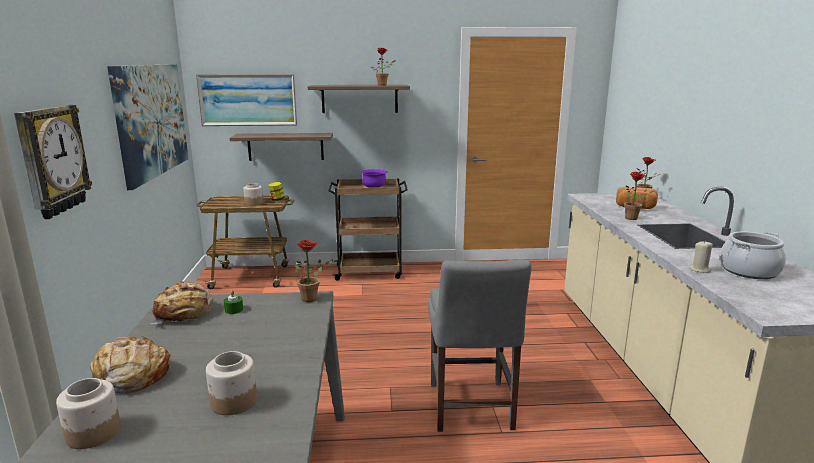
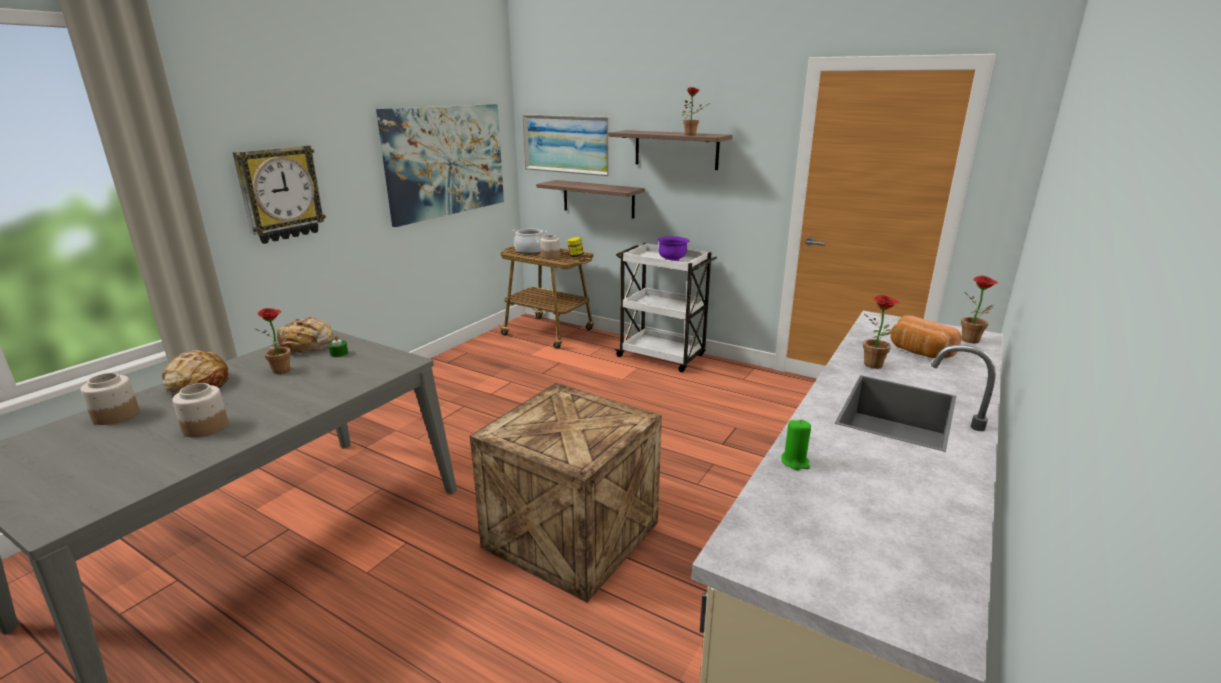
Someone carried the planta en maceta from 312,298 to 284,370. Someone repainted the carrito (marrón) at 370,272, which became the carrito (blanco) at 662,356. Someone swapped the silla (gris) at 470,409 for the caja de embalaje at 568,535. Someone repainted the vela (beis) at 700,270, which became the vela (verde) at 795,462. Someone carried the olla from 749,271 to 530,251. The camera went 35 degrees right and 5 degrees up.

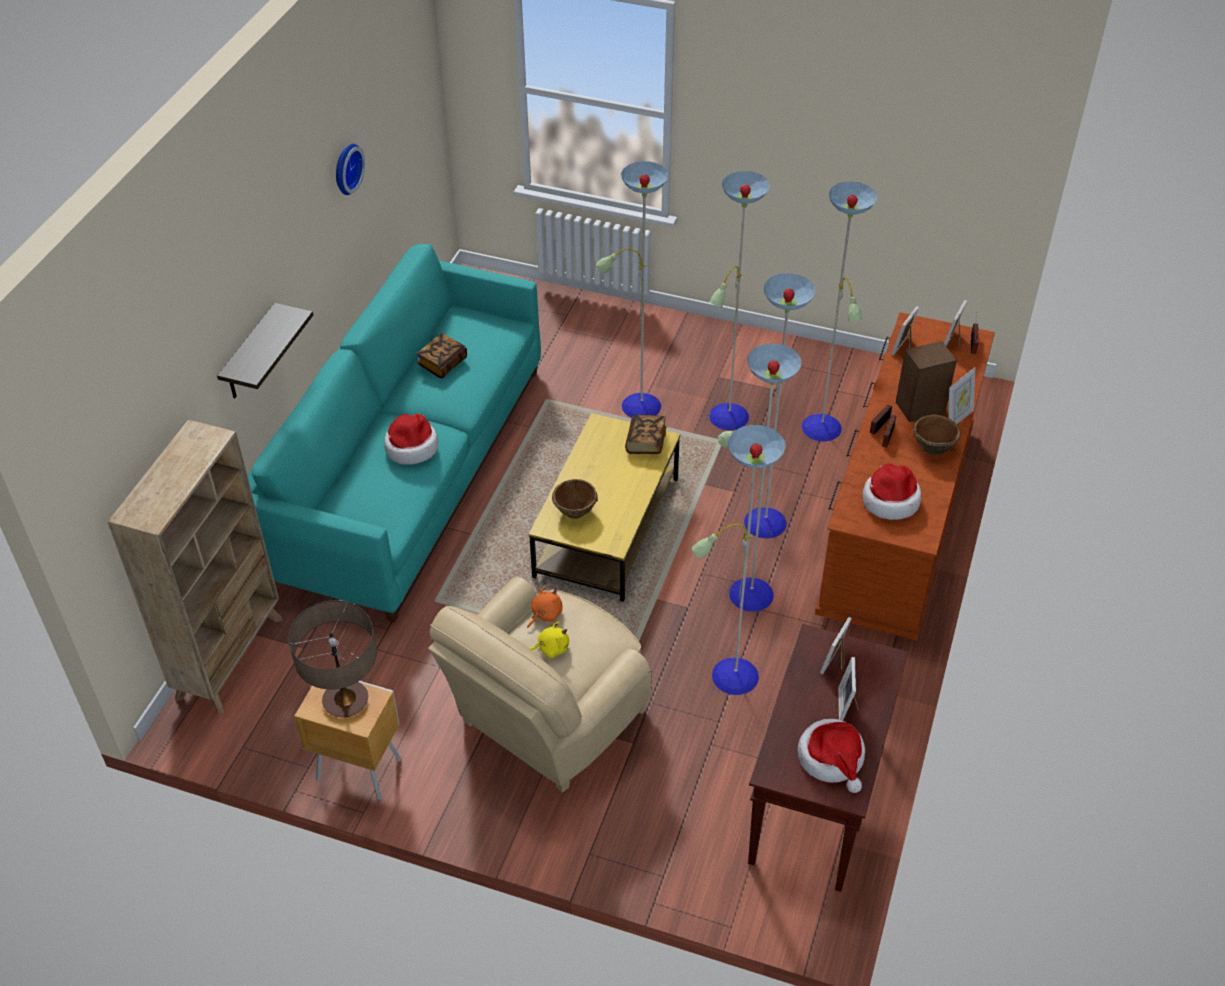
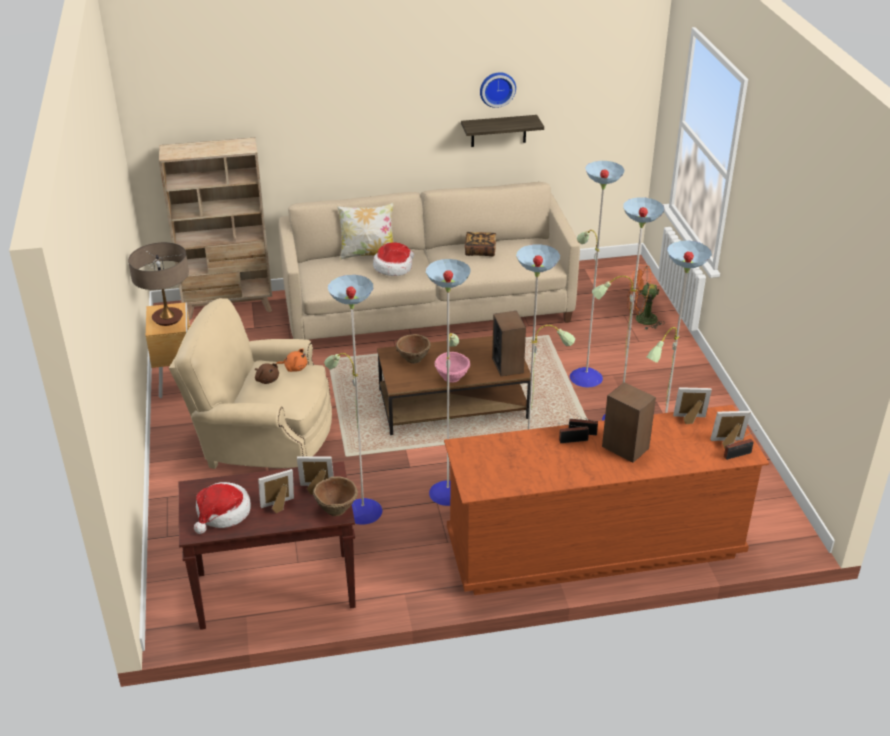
Someone carried the estante from 250,354 to 498,131. Someone repainted the sofá (turquesa) at 408,471, which became the sofá (beis) at 428,308. Someone repainted the mesa de centro (amarillo) at 607,526, which became the mesa de centro (marrón) at 454,404. Someone repainted the peluche (amarillo) at 551,648, which became the peluche (marrón) at 267,379. Someone swapped the libro at 645,442 for the altavoz at 508,365. Someone took away the sombrero at 889,500. Someone carried the cuenco (marrón) from 933,447 to 336,508. Someone took away the portarretratos at 957,418. Someone put down the cojín at 368,254. Someone put down the cuenco (rosa) at 452,377. Someone put down the ventilador (naranja) at 641,319. The camera went 60 degrees right and 10 degrees down.

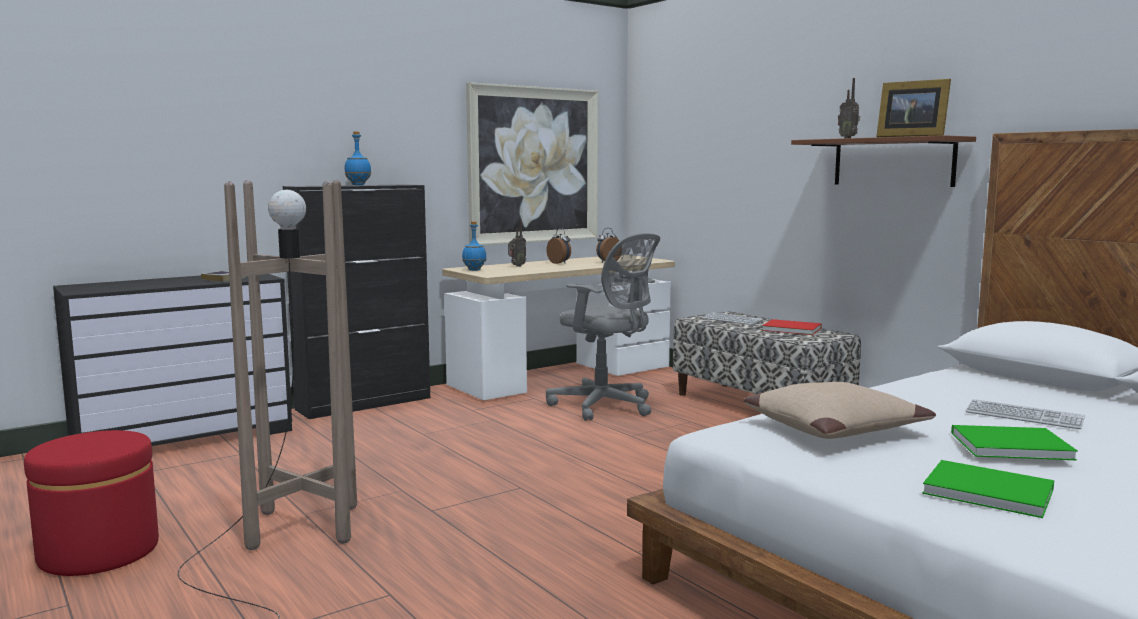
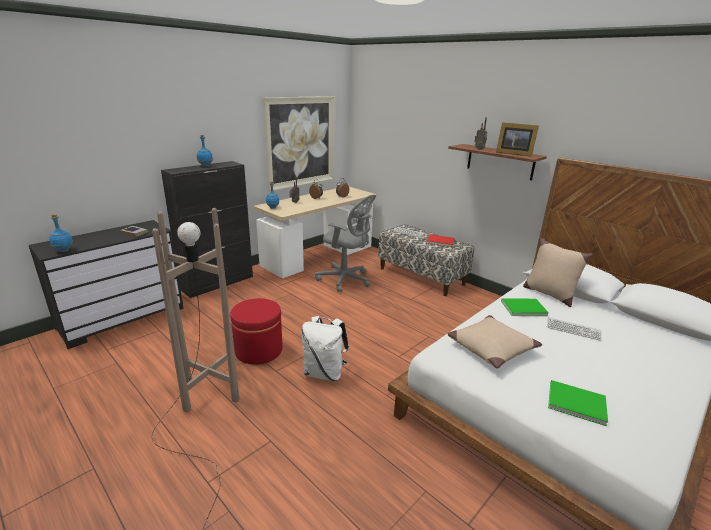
Someone carried the puf (rojo) from 99,552 to 258,350. Someone carried the libro (verde) from 1006,445 to 522,308. Someone put down the botella (azul) at 64,251. Someone put down the mochila (blanco) at 324,373. Someone put down the cojín (beis) at 549,294. The camera went 10 degrees left and 15 degrees up.

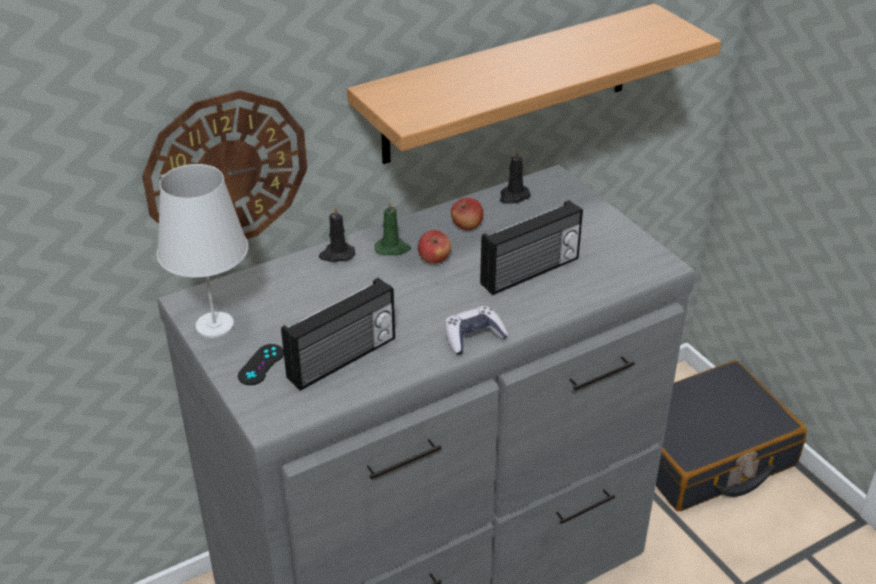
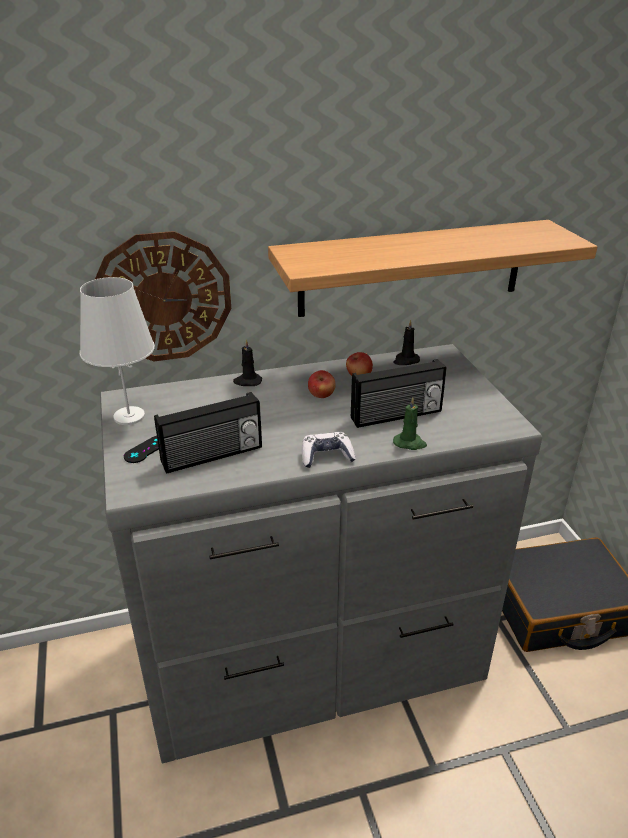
Someone carried the vela (verde) from 392,248 to 410,443. The camera went 15 degrees right and 5 degrees down.

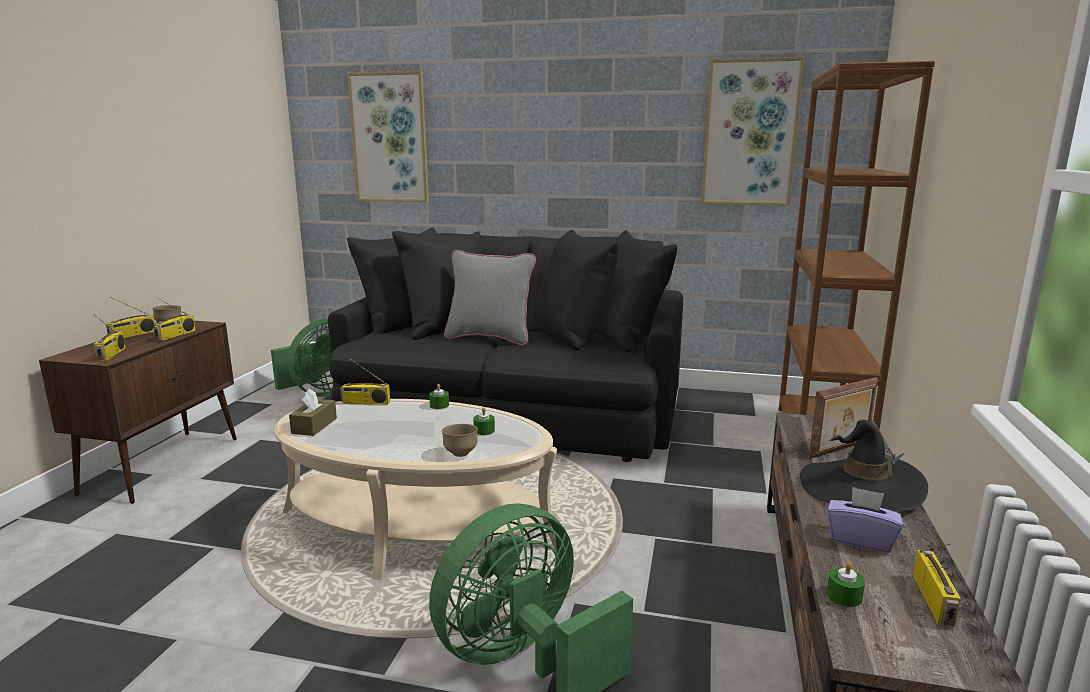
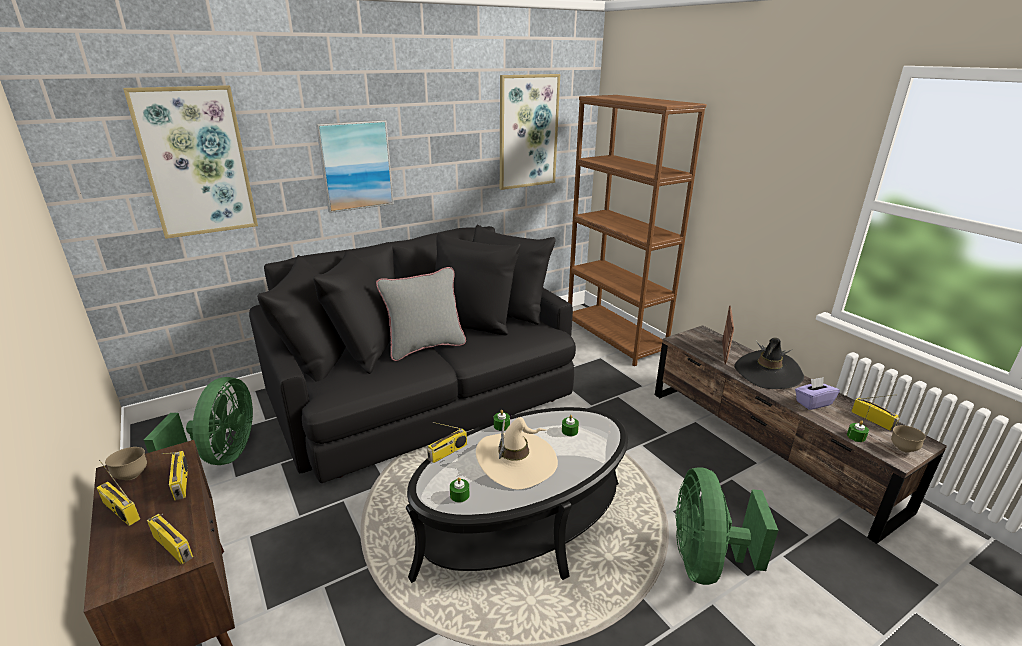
Someone rotated the radio at 132,335 by 135 degrees clockwise. Someone repainted the mesa de centro (beis) at 416,529, which became the mesa de centro (negro) at 523,526. Someone swapped the caja de pañuelos (marrón) at 314,426 for the vela (verde) at 459,495. Someone carried the cuenco (marrón) from 460,454 to 902,449. Someone put up the cuadro at 356,165. Someone put down the sombrero (beis) at 516,461. The camera went 45 degrees left and 10 degrees up.

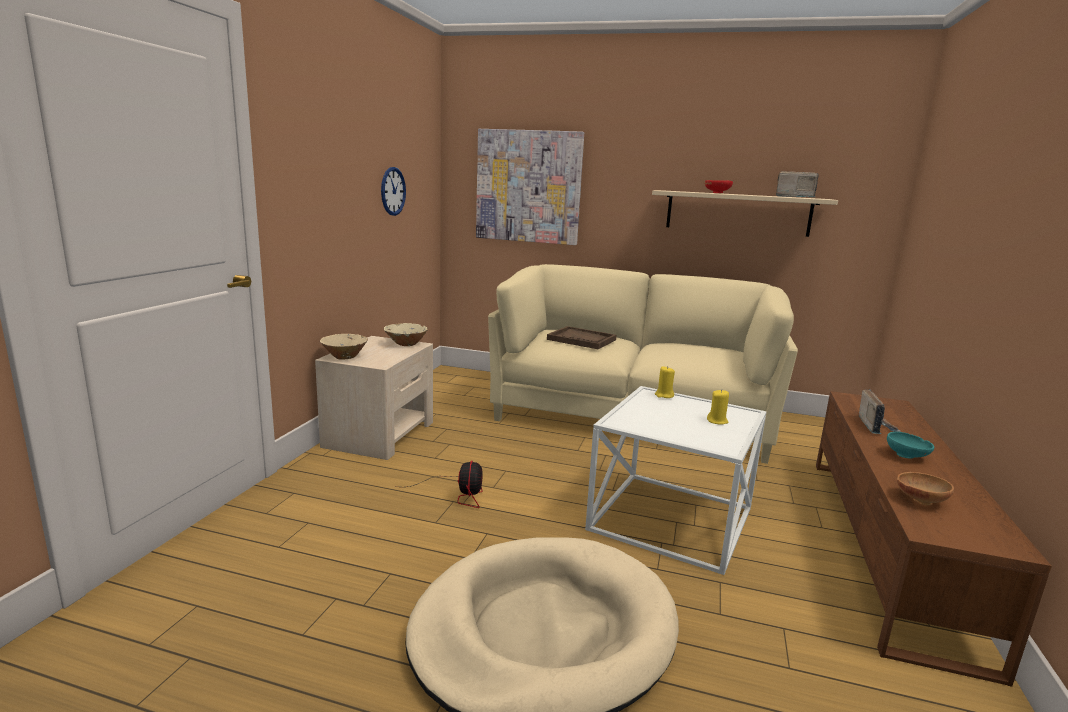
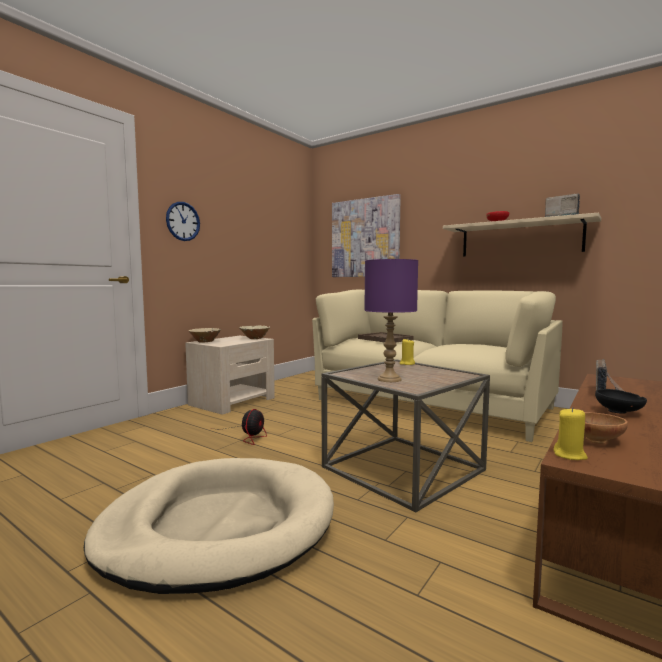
Someone carried the reloj de pared from 393,191 to 183,221. Someone repainted the mesa auxiliar (blanco) at 672,518, which became the mesa auxiliar (marrón) at 404,468. Someone carried the vela (amarillo) from 717,421 to 570,455. Someone repainted the cuenco (turquesa) at 907,456, which became the cuenco (negro) at 620,412. Someone put down the lámpara de mesa (morado) at 389,379. The camera went 20 degrees right and 10 degrees down.

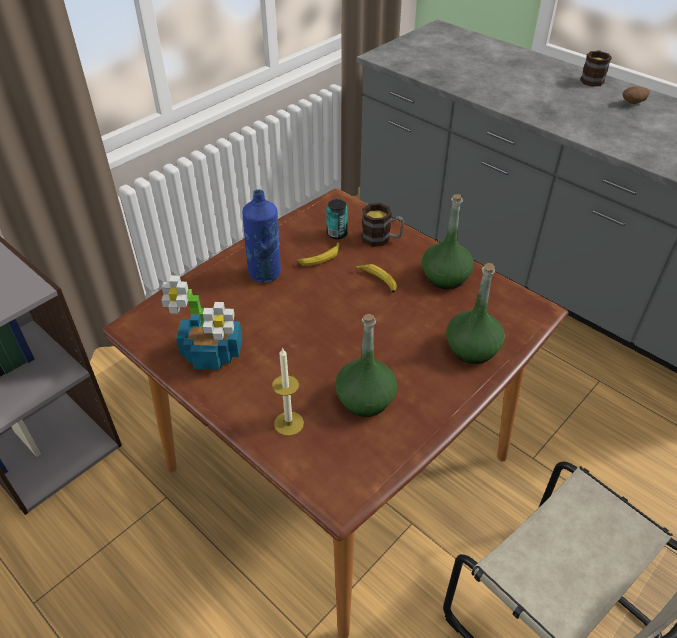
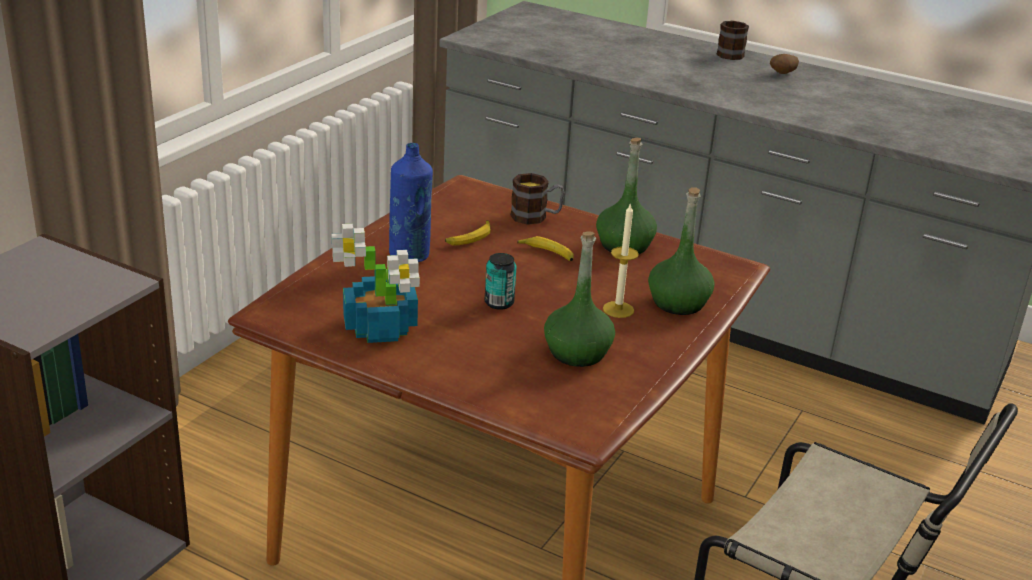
Someone carried the vela from 289,423 to 618,309. Someone carried the lata from 337,234 to 499,303. The camera went 15 degrees left and 15 degrees down.

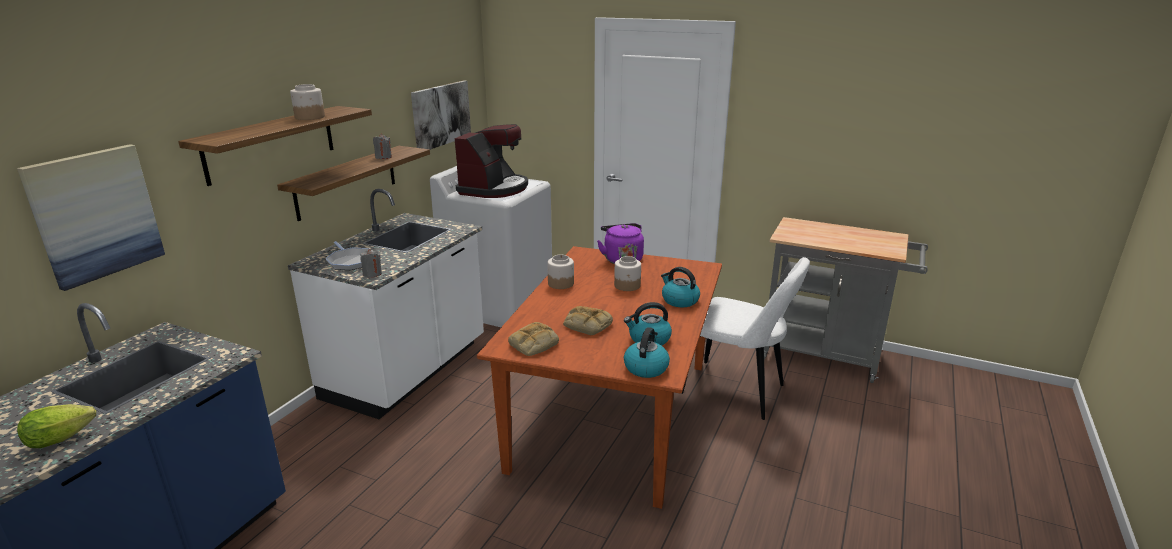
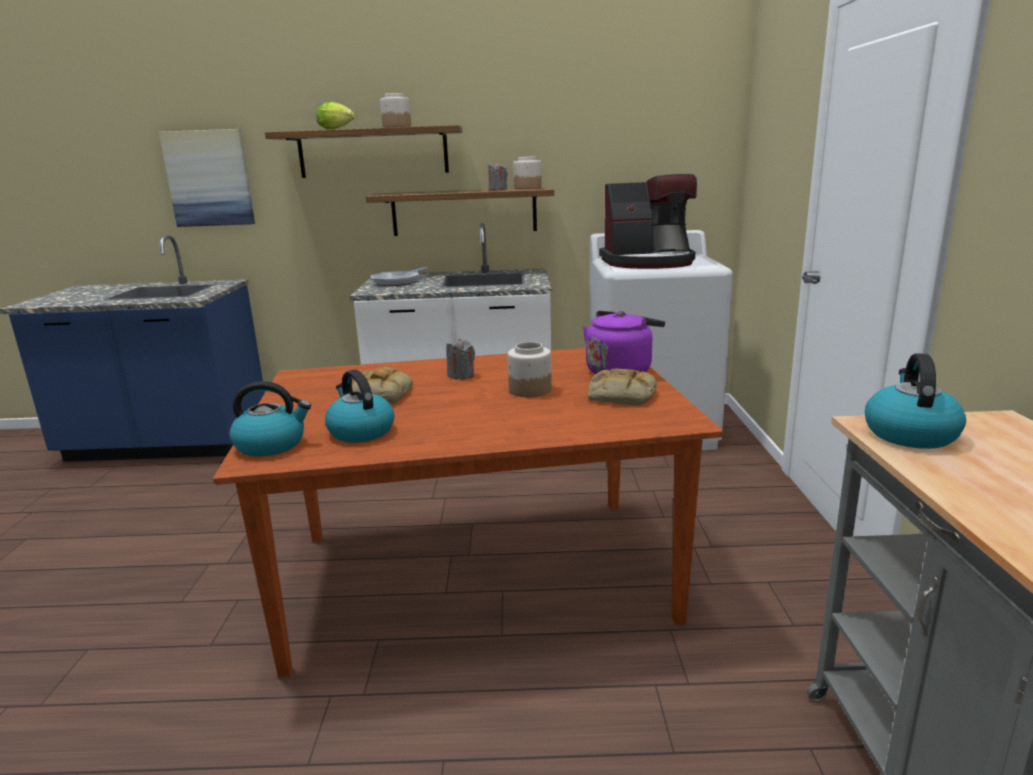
Someone carried the lechuga from 64,438 to 338,129. Someone carried the vela (gris) from 372,274 to 461,375. Someone took away the cuadro at 441,115. Someone carried the pan from 533,344 to 620,396. Someone carried the tarro from 561,283 to 528,188. Someone carried the hervidor from 679,300 to 909,434. Someone took away the silla (blanco) at 737,391. The camera went 65 degrees right and 5 degrees down.

